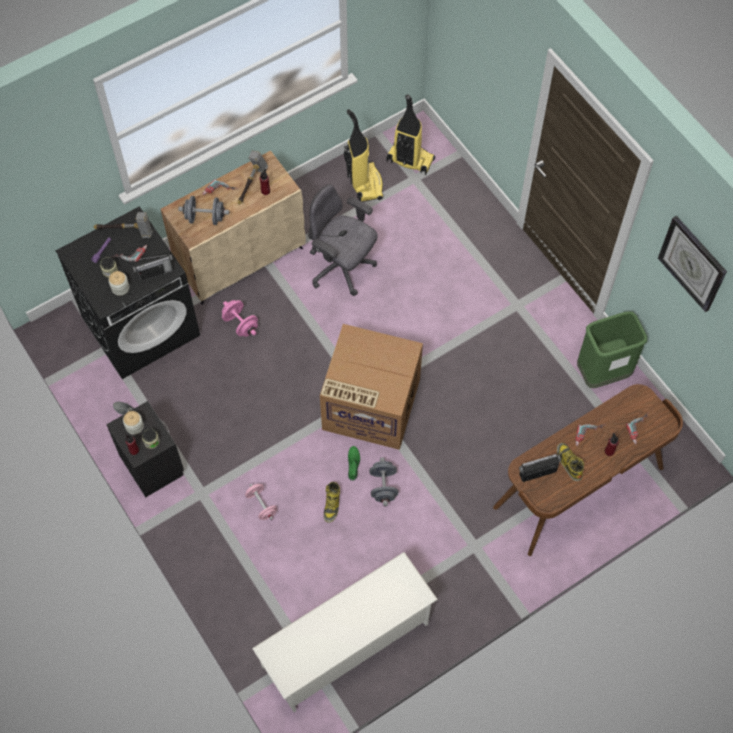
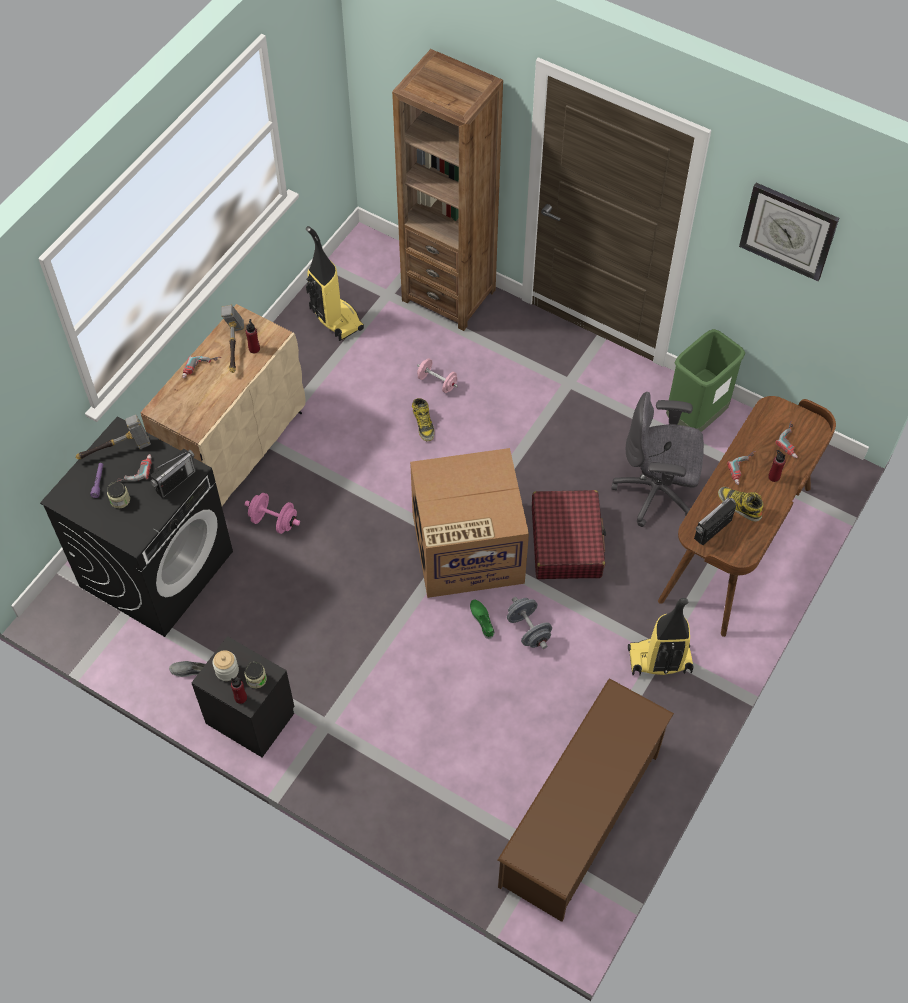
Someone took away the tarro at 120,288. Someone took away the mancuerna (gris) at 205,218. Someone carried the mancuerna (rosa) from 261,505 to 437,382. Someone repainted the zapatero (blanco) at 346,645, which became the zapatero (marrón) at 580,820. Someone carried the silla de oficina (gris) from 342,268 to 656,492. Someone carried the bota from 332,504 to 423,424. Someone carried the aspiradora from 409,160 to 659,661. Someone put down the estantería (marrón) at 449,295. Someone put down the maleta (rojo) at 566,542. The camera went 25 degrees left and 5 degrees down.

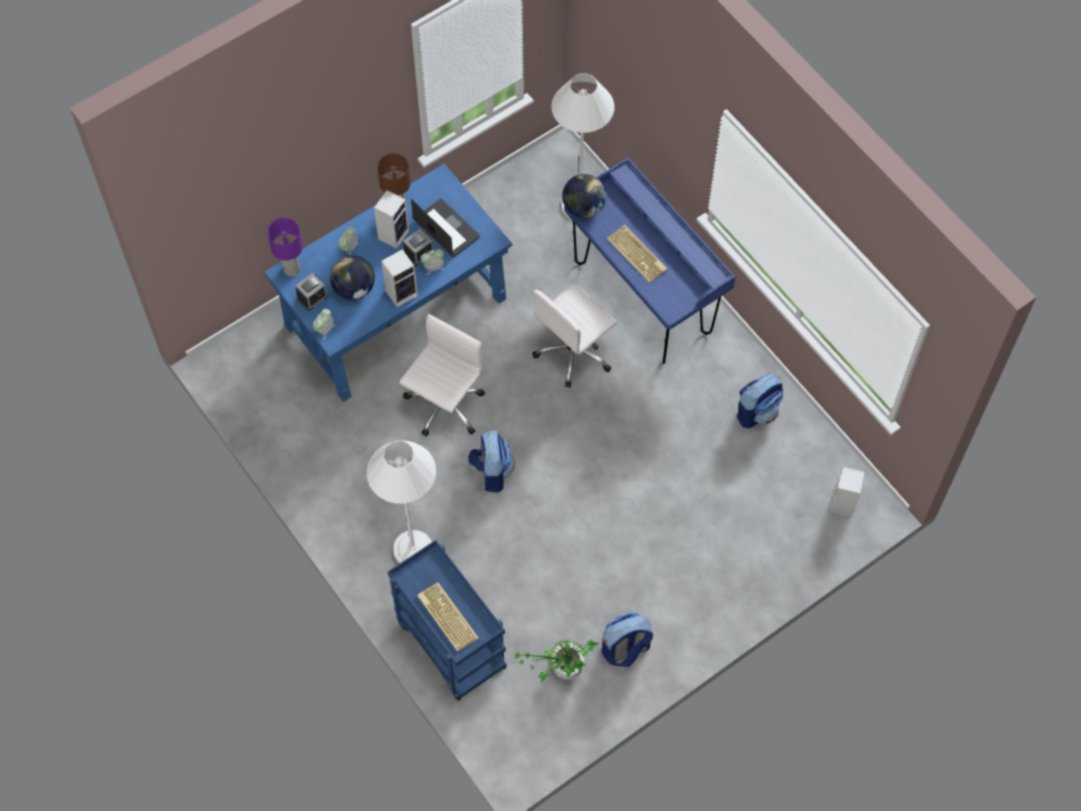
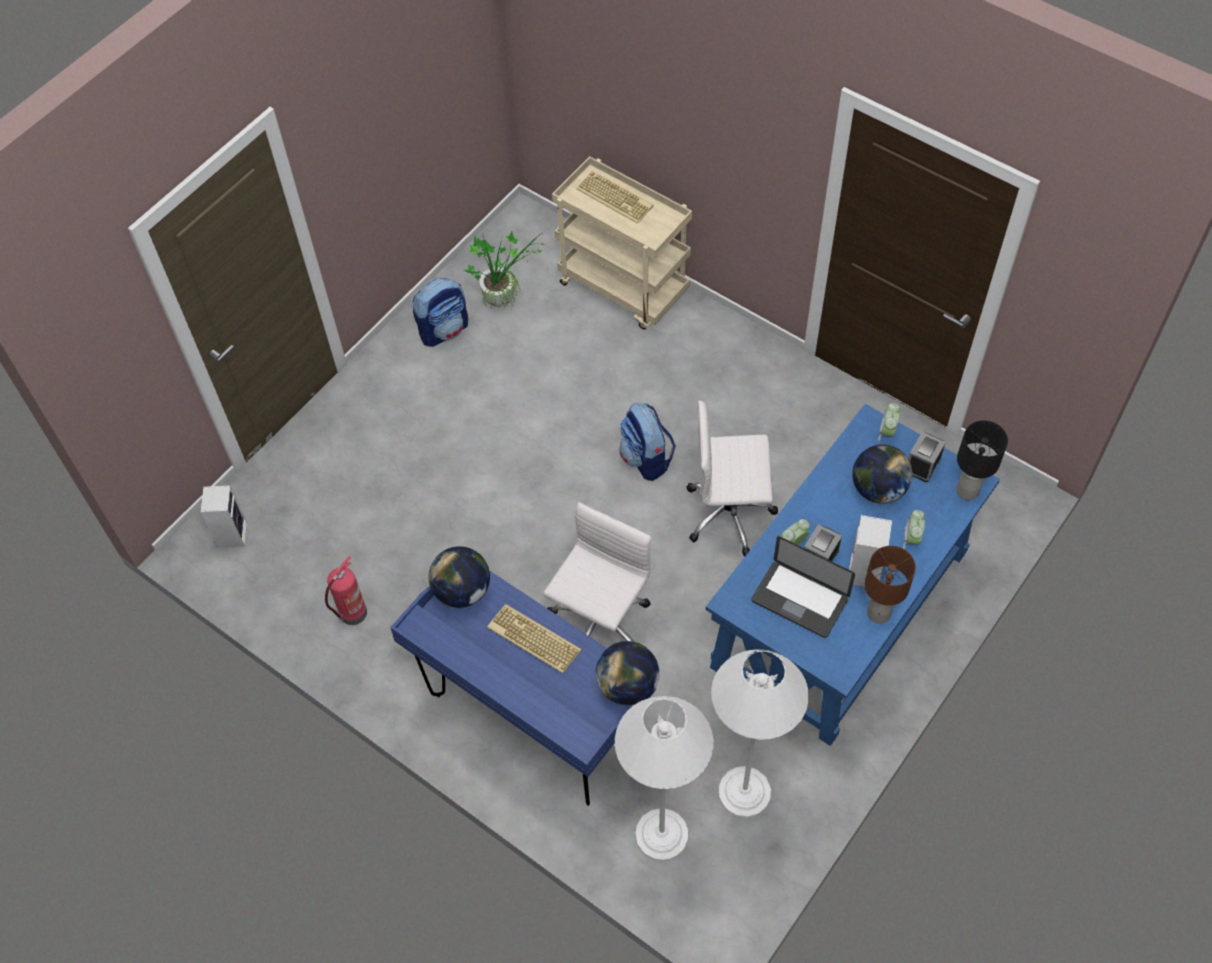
Someone repainted the lámpara de mesa (morado) at 292,269, which became the lámpara de mesa (negro) at 967,491. Someone carried the lámpara de pie (blanco) from 413,549 to 744,792. Someone took away the altavoz at 402,292. Someone repainted the carrito (azul) at 449,644, which became the carrito (beis) at 625,288. Someone rotated the silla de oficina (blanco) at 444,406 by 75 degrees clockwise. Someone swapped the mochila at 757,411 for the extintor at 352,614. Someone put down the globo terráqueo at 462,591. The camera went 165 degrees right and 5 degrees down.

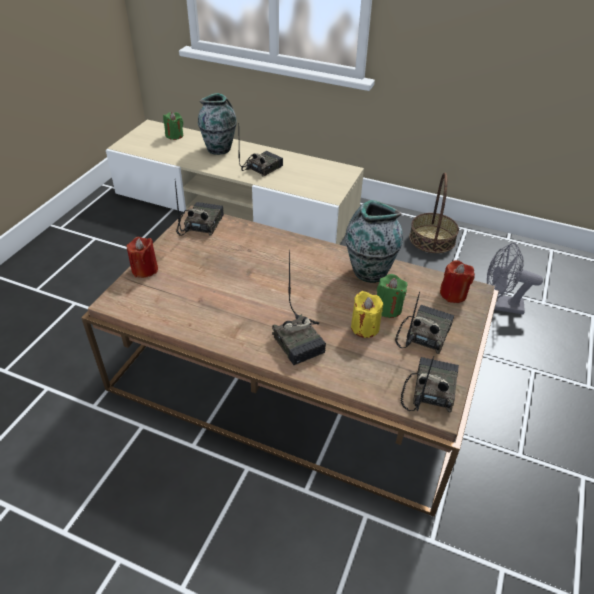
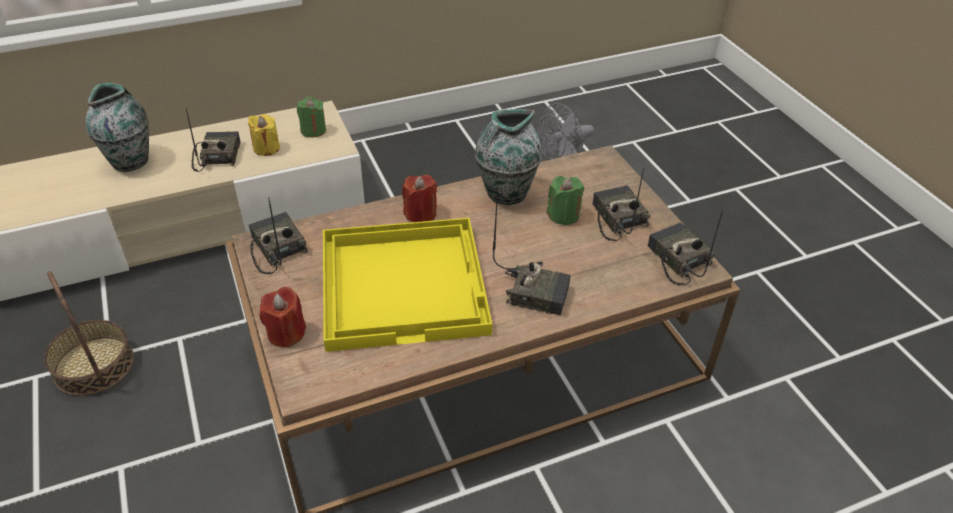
Someone carried the vela (verde) from 174,135 to 313,130. Someone carried the vela (amarillo) from 365,327 to 266,148. Someone carried the cesta from 432,239 to 93,365. Someone carried the vela (rojo) from 453,294 to 420,214. Someone put down the bandeja (amarillo) at 404,283. The camera went 45 degrees left and 0 degrees up.

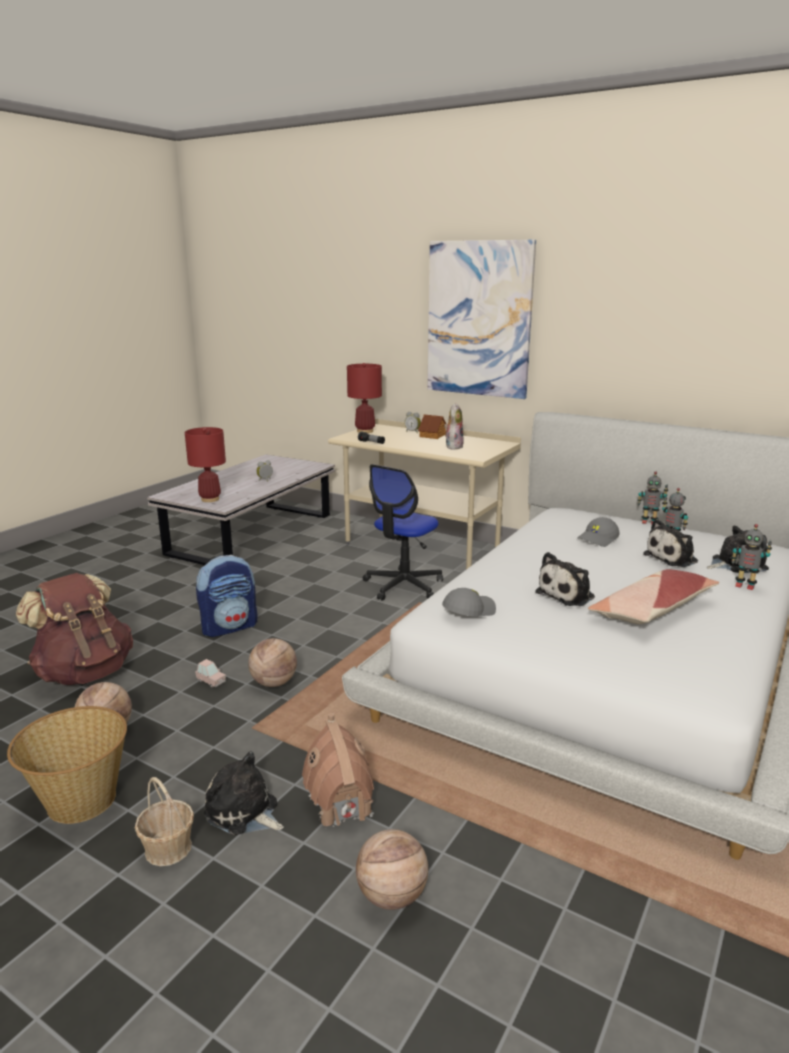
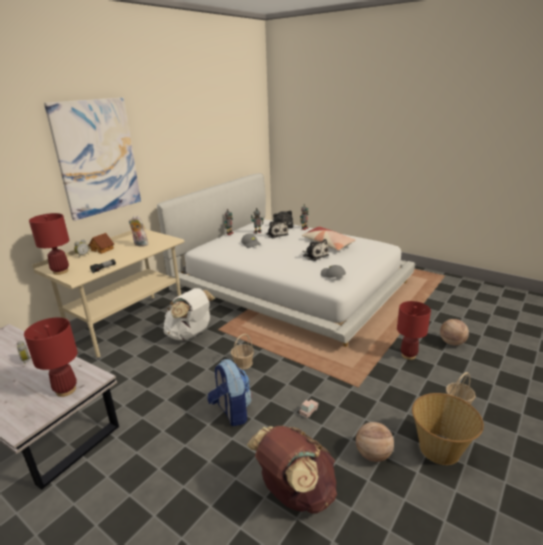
Someone took away the peluche at 244,812. Someone took away the balón de baloncesto at 274,683. Someone swapped the casita at 340,804 for the lámpara de mesa (rojo) at 408,355. Someone swapped the silla de oficina at 403,586 for the mochila (blanco) at 190,334. Someone put down the cesta at 243,363. The camera went 85 degrees left and 5 degrees up.

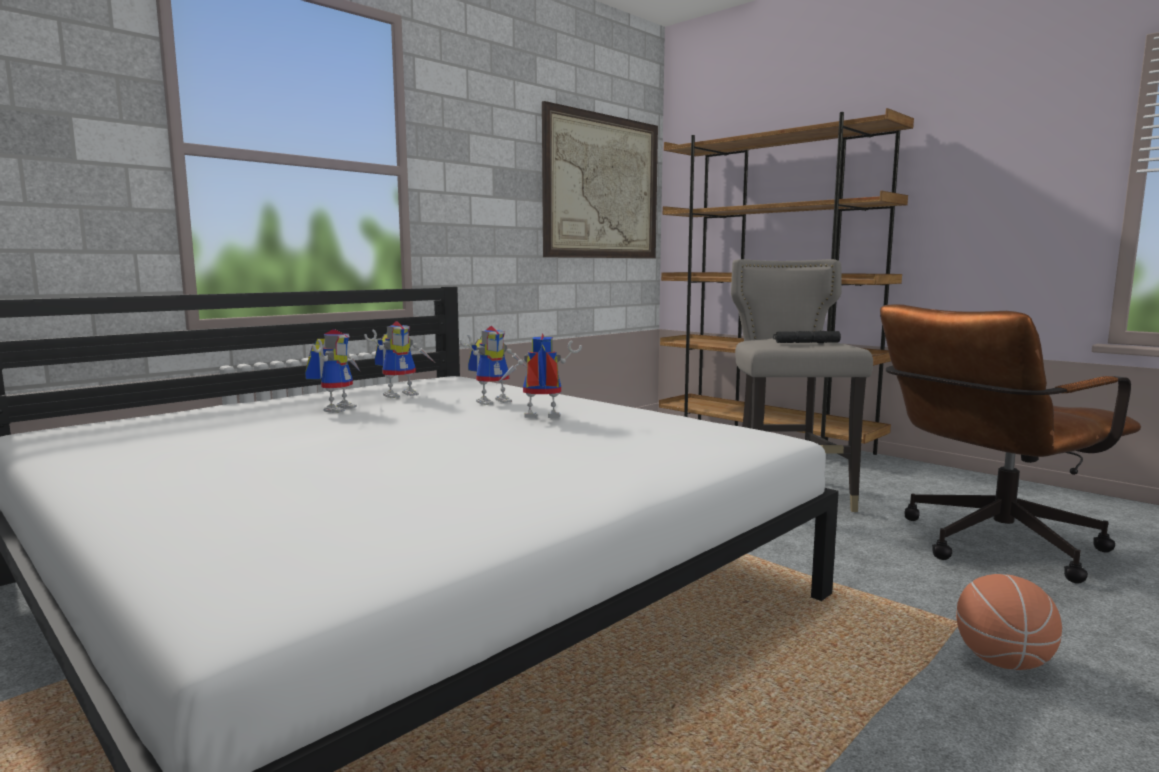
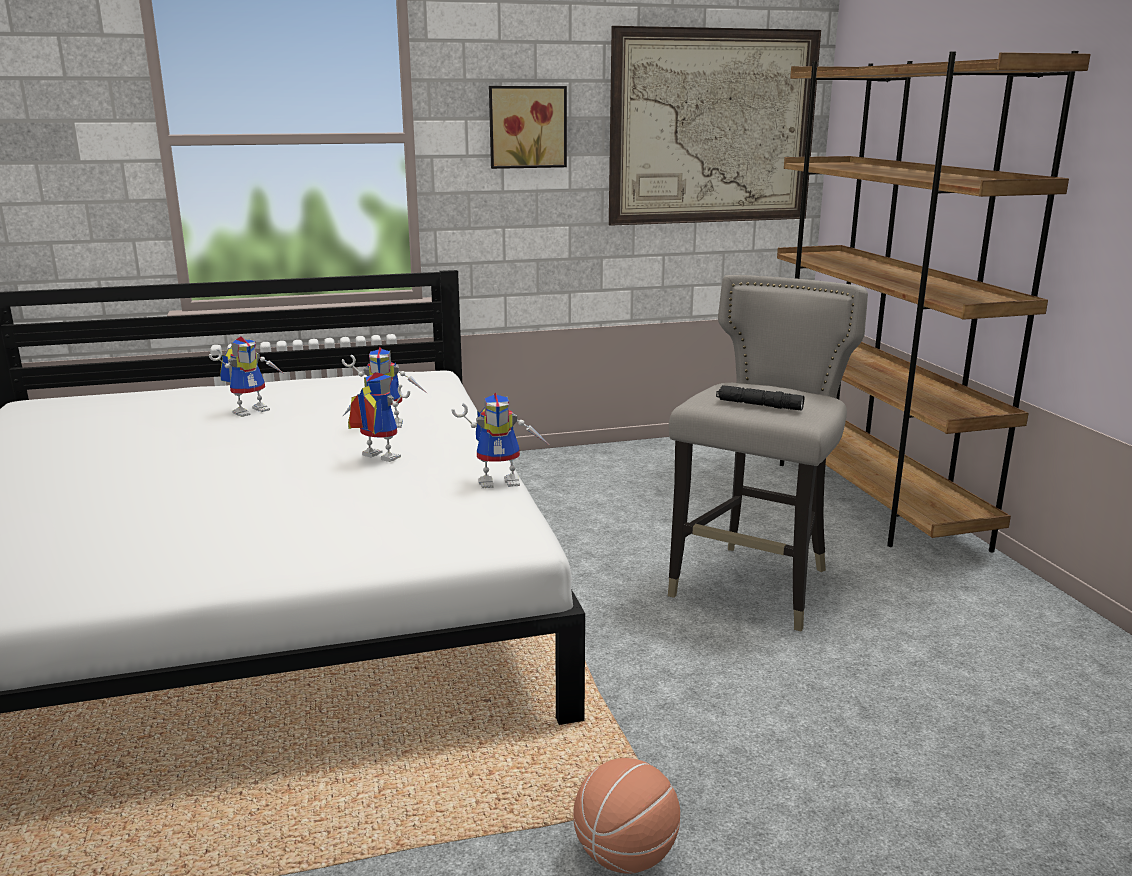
Someone carried the robot de juguete from 401,394 to 502,481. Someone took away the silla de oficina (marrón) at 988,546. Someone put up the cuadro at 527,127. The camera went 30 degrees right and 10 degrees up.

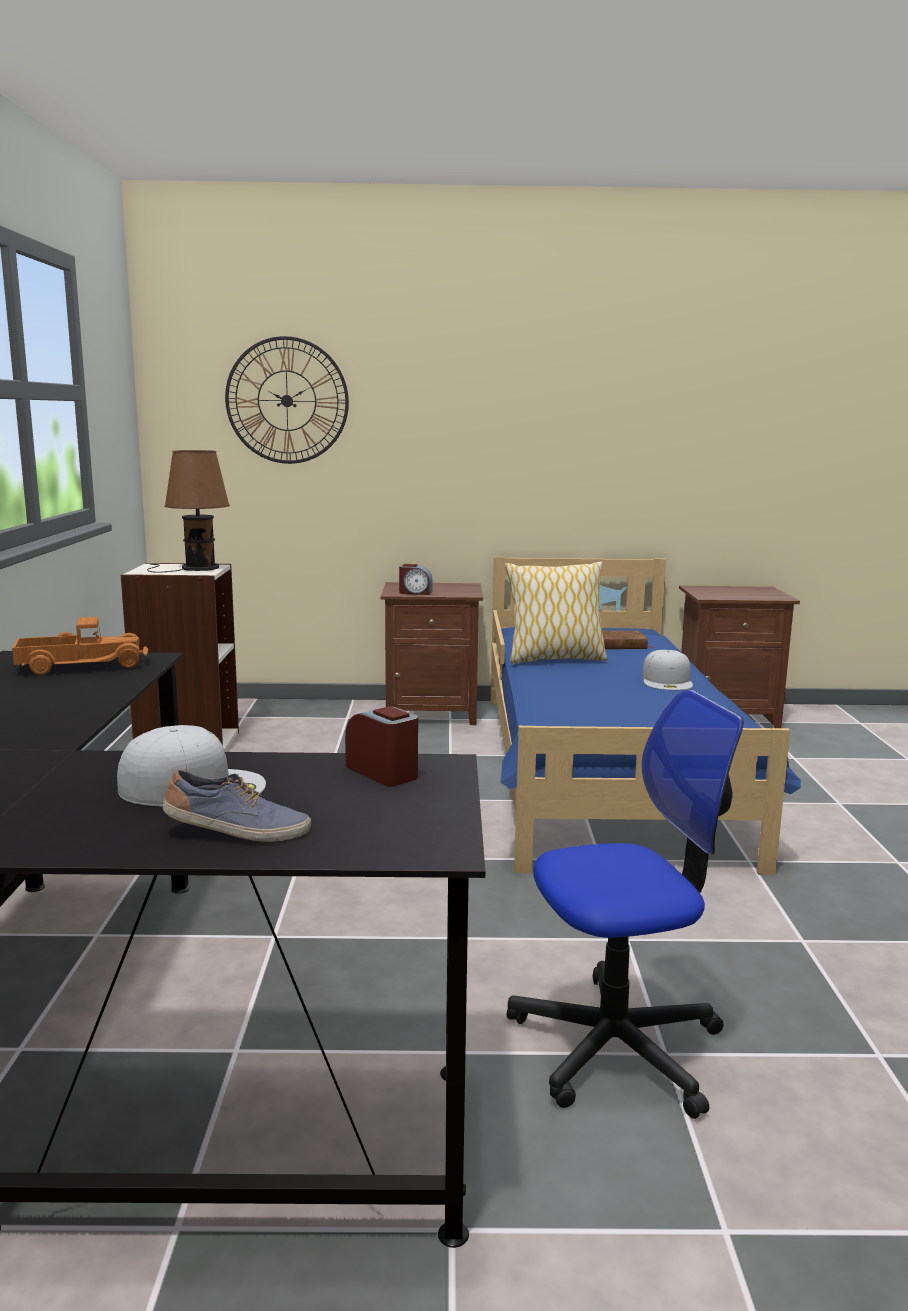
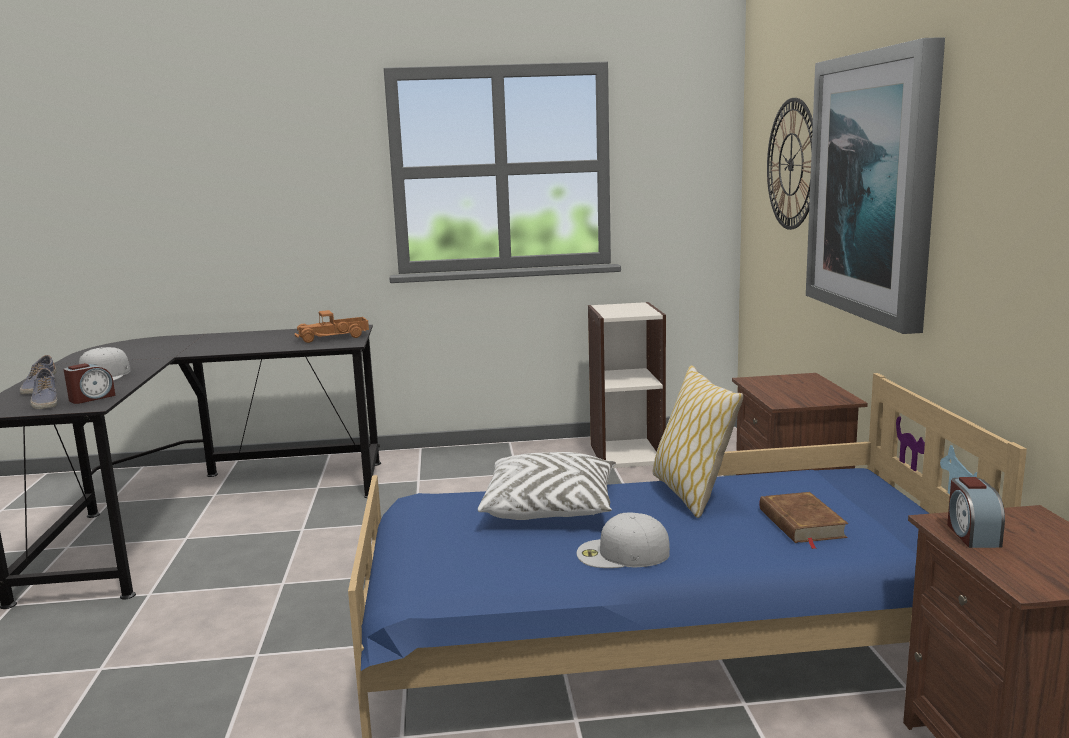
Someone rotated the camión de juguete at 82,665 by 90 degrees clockwise. Someone took away the lámpara de mesa (marrón) at 195,568. Someone carried the despertador from 415,592 to 972,534. Someone took away the silla de oficina at 617,1046. Someone put down the zapato at 45,402. Someone put down the cojín (blanco) at 550,508. Someone put up the cuadro at 873,186. The camera went 85 degrees right and 0 degrees up.

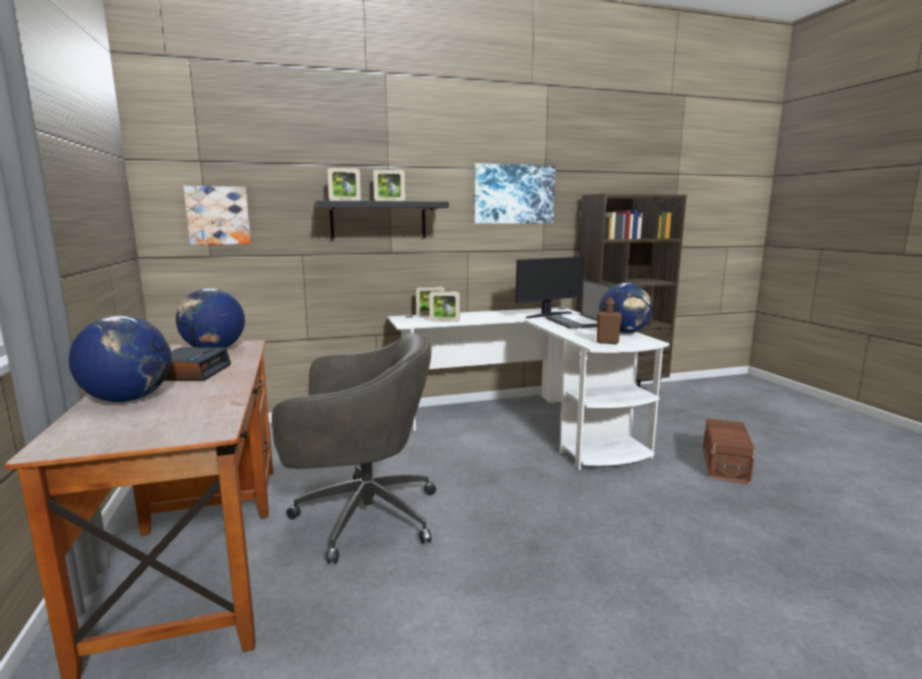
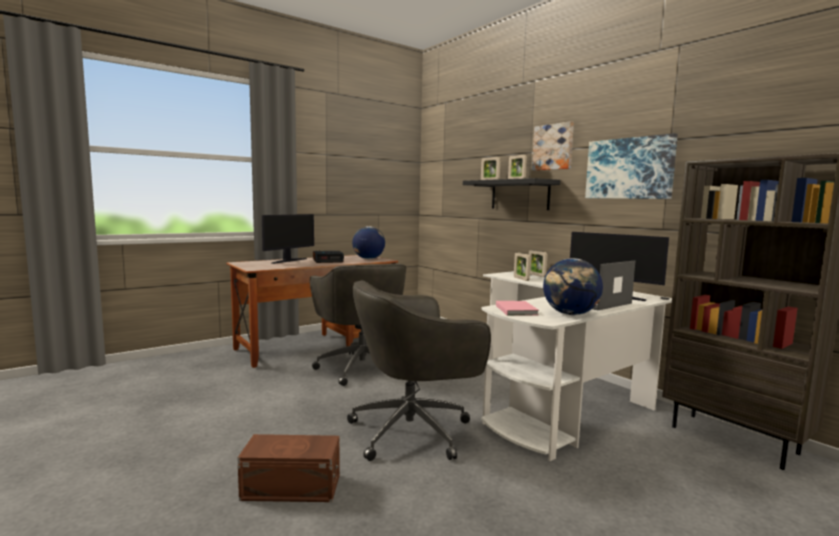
Someone swapped the globo terráqueo at 128,399 for the monitor at 288,261. Someone carried the cuadro from 218,215 to 553,147. Someone swapped the botella (marrón) at 607,342 for the libro (rosa) at 516,310. Someone carried the caja de almacenaje (marrón) from 726,465 to 292,488. Someone put down the silla de oficina (gris) at 414,430. The camera went 70 degrees right and 5 degrees down.

